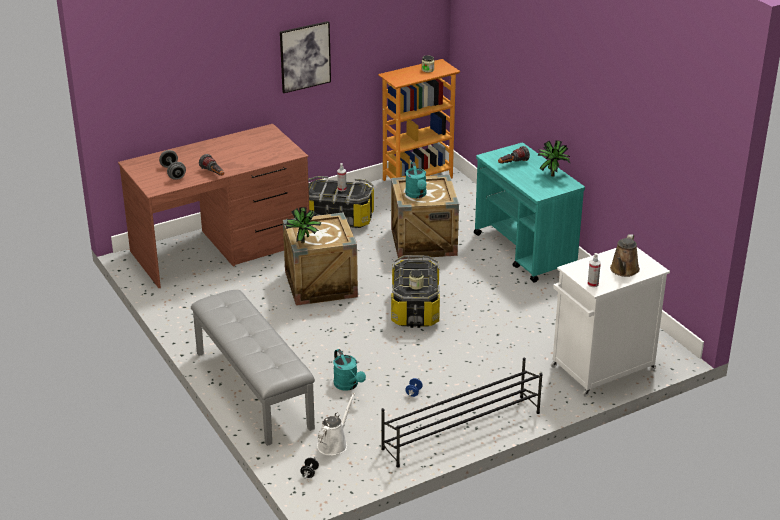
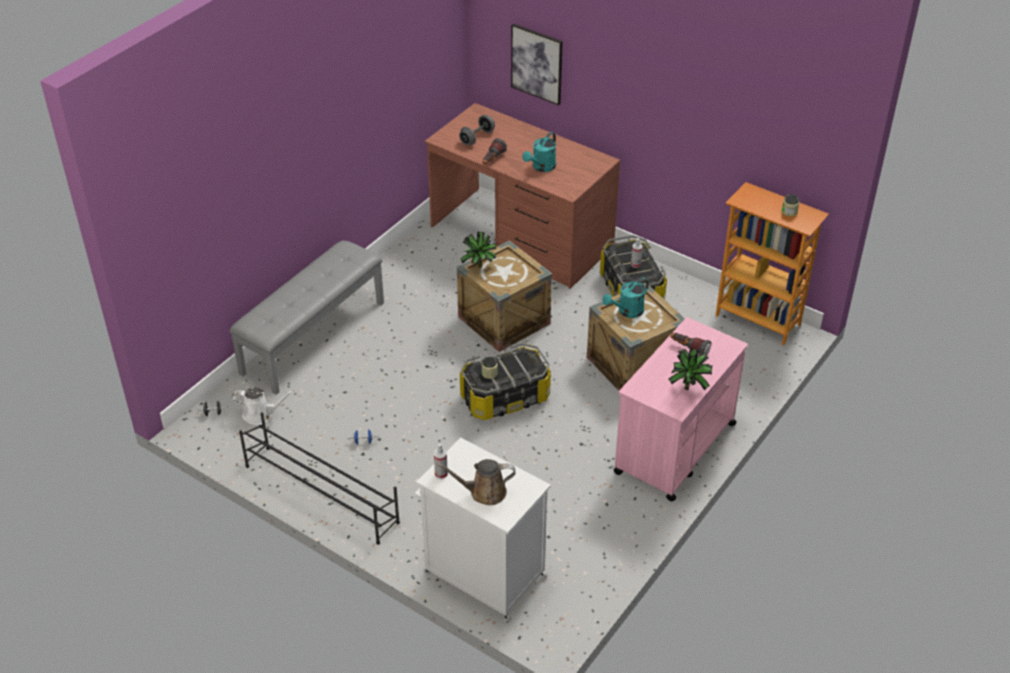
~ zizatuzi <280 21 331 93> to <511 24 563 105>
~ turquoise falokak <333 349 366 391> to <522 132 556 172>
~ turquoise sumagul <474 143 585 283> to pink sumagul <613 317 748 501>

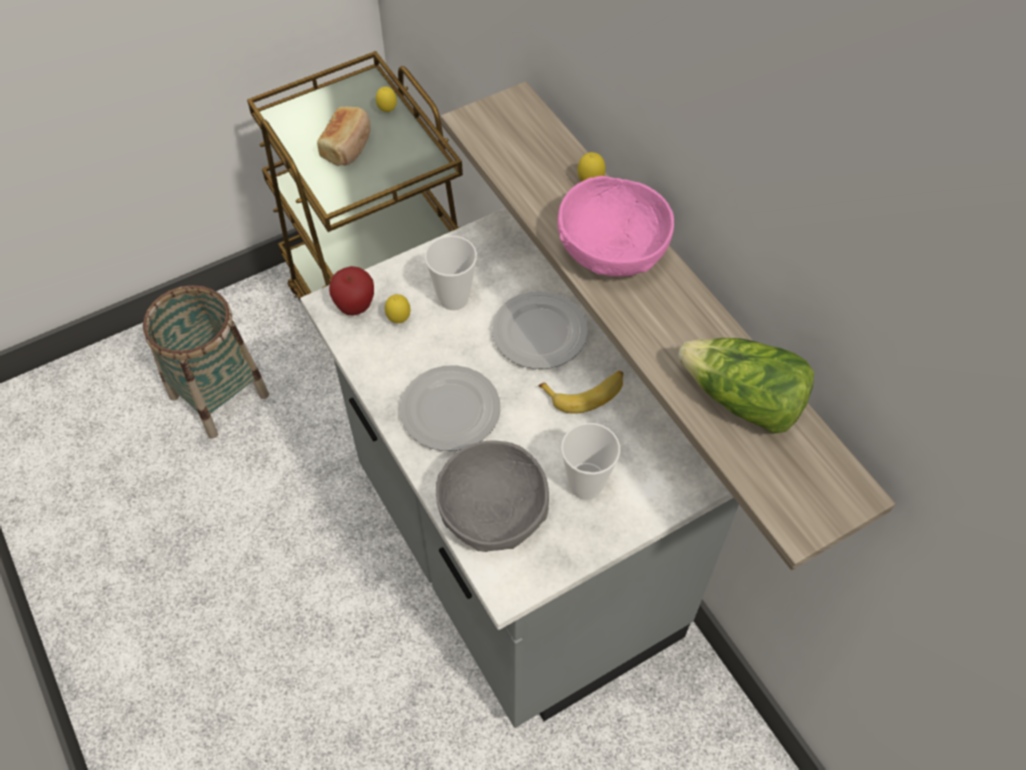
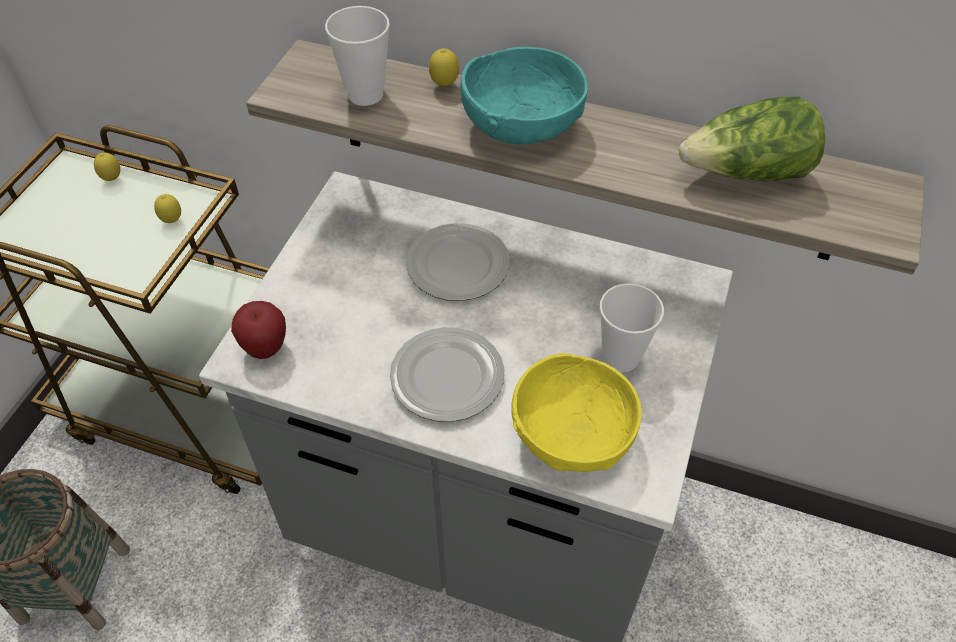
~ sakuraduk <385 294 411 323> to <154 194 181 223>
~ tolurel <424 236 477 310> to <325 6 390 106>
~ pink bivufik <557 176 674 277> to turquoise bivufik <460 47 588 145>
~ grey bivufik <436 440 549 552> to yellow bivufik <511 353 642 472>
- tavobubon <317 107 371 166>
- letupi <539 371 623 414>

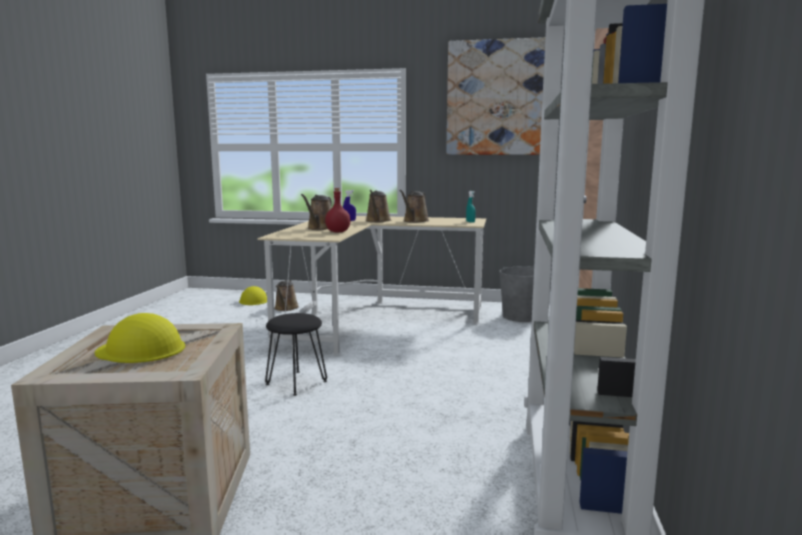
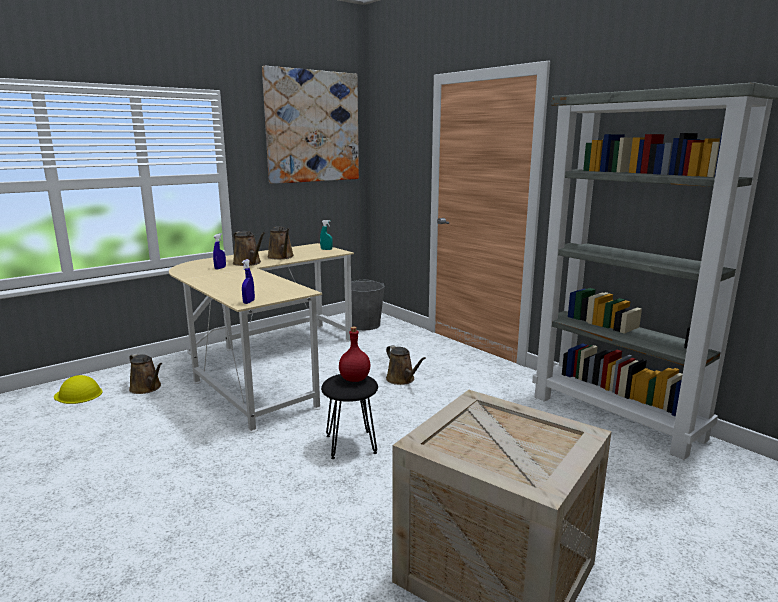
+ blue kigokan <242 259 255 304>
~ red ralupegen <325 188 351 232> to <339 327 370 382>
~ brown falokak <301 194 332 230> to <386 345 426 385>
- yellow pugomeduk <95 313 185 363>

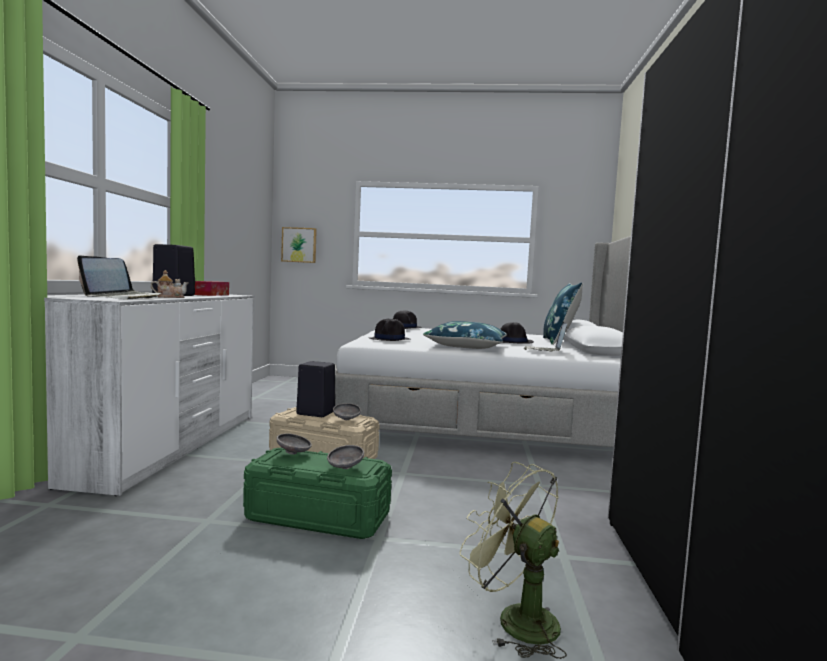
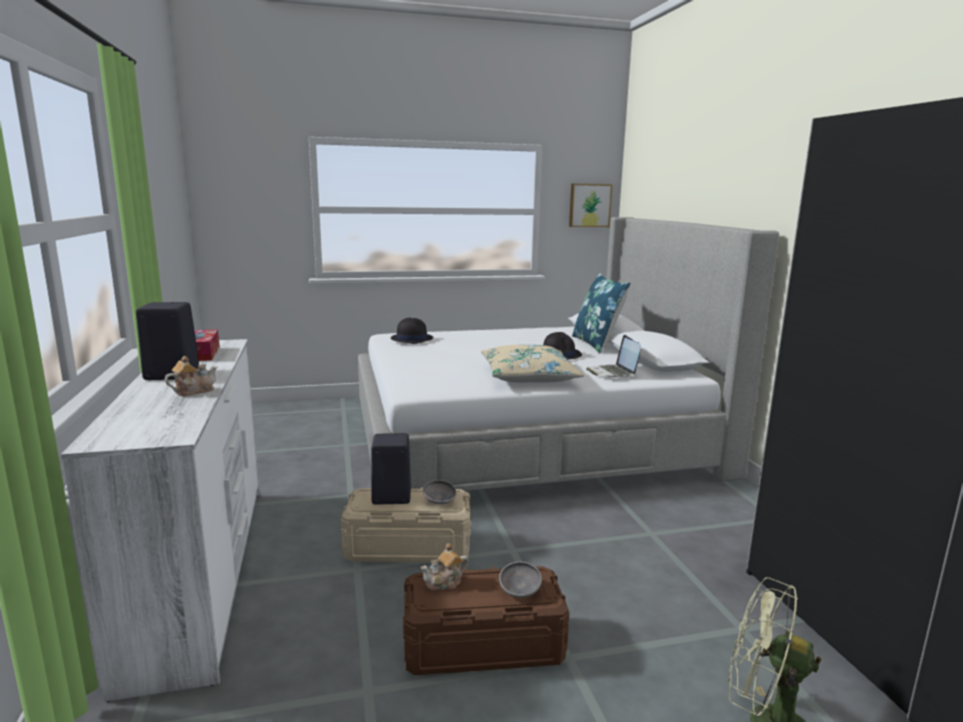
~ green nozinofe <243 447 392 539> to brown nozinofe <403 566 569 675>
~ grey bivufik <276 433 312 455> to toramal <421 543 469 591>
~ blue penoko <423 321 507 349> to beige penoko <481 345 584 383>
~ zizatuzi <281 227 317 263> to <569 184 613 227>
- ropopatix <77 255 161 299>
- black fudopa <368 319 411 341>

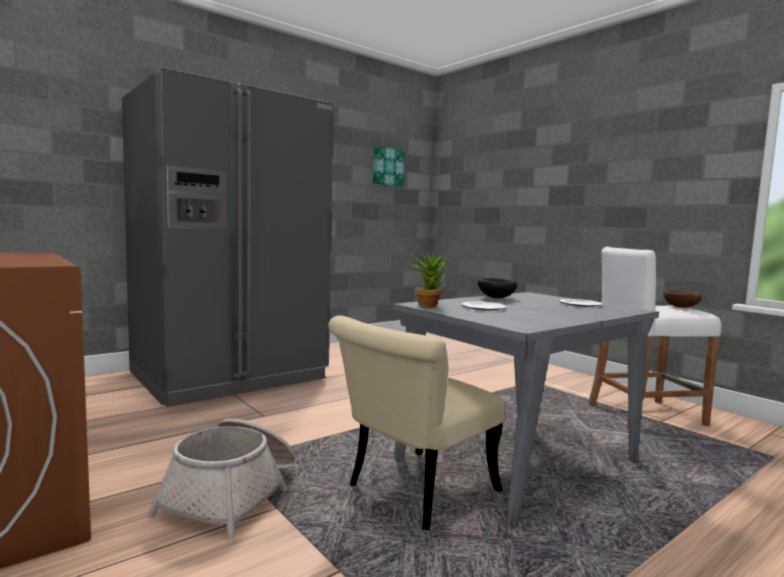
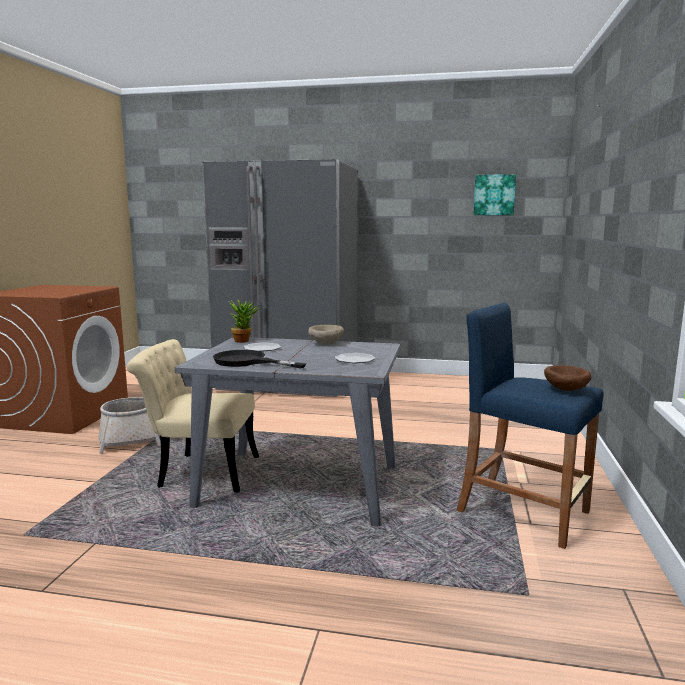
+ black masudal <213 350 306 369>
~ black bivufik <478 278 517 298> to beige bivufik <308 325 344 344>
~ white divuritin <588 247 721 428> to blue divuritin <456 302 604 549>

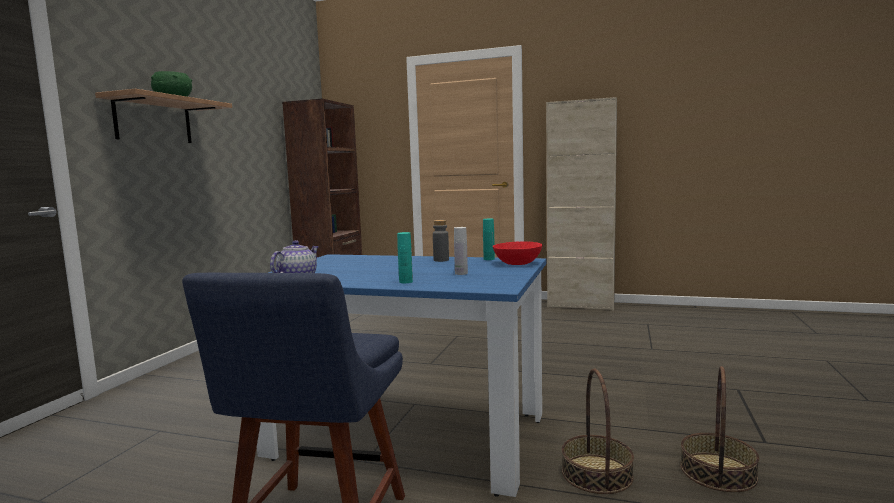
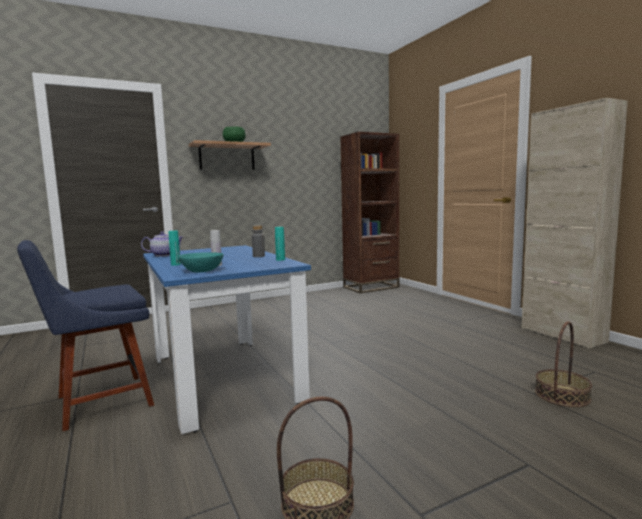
+ turquoise bivufik <178 252 224 272>
~ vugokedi <562 369 634 494> to <535 321 592 407>
- red bivufik <493 241 542 265>

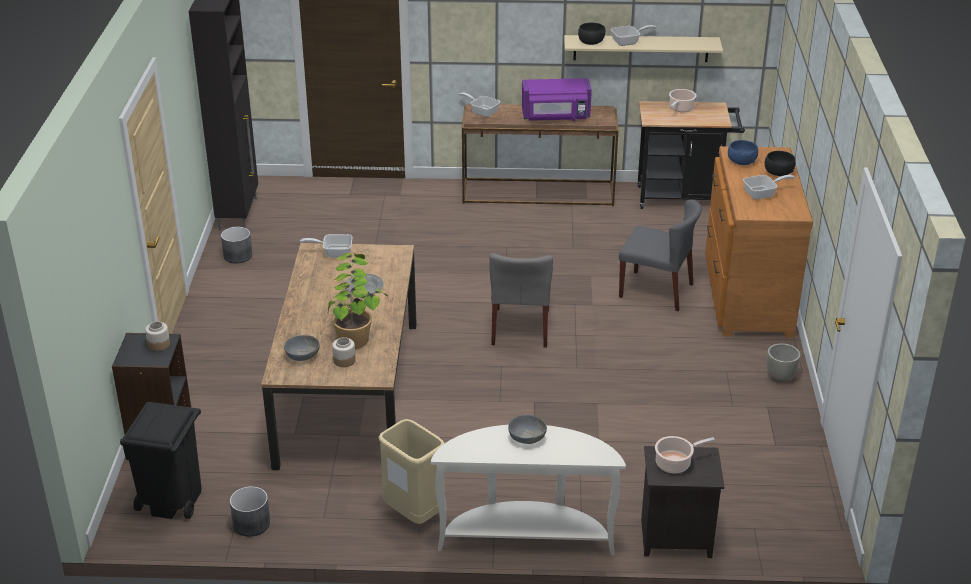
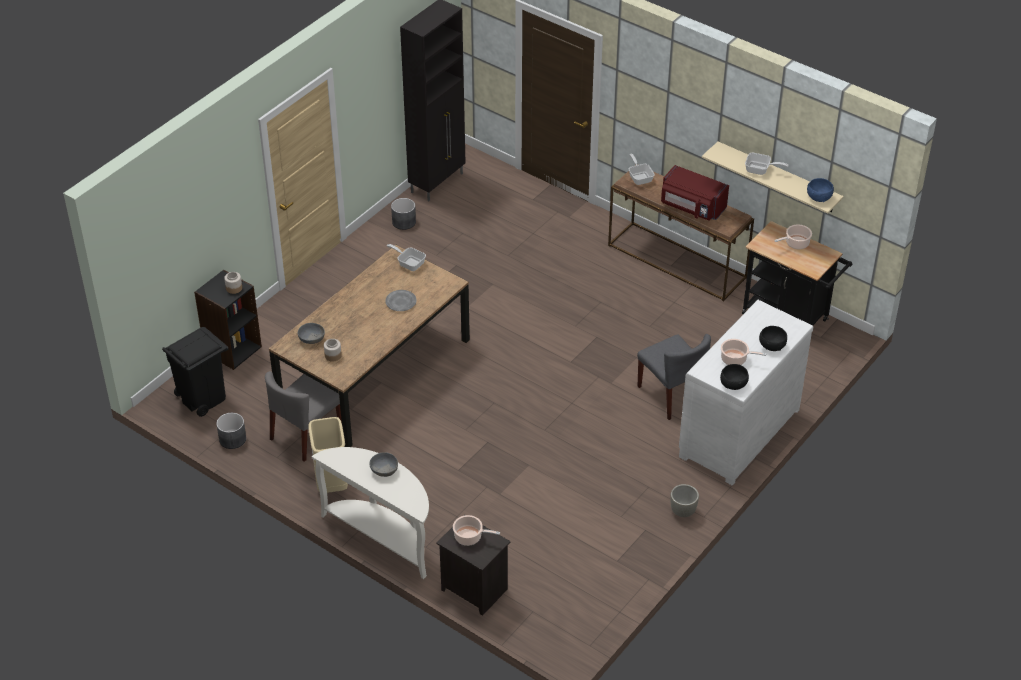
~ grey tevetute <489 253 553 348> to <265 371 342 462>
~ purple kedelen <522 78 592 121> to red kedelen <661 165 729 221>
~ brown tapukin <705 146 813 338> to white tapukin <679 300 813 486>
~ black bivufik <578 22 605 45> to <720 364 749 390>
~ masudal <743 175 794 199> to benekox <721 339 766 365>
~ blue bivufik <728 140 758 165> to <807 178 834 202>
- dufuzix <328 253 388 349>

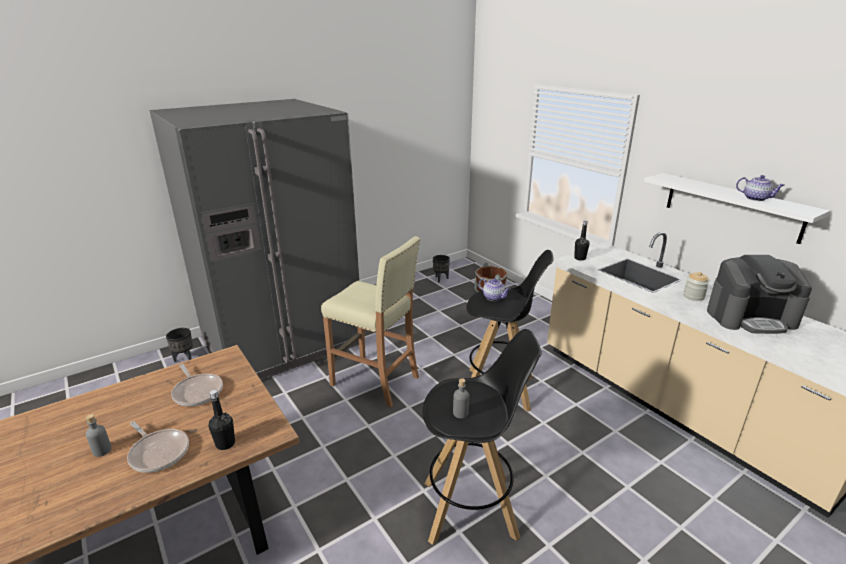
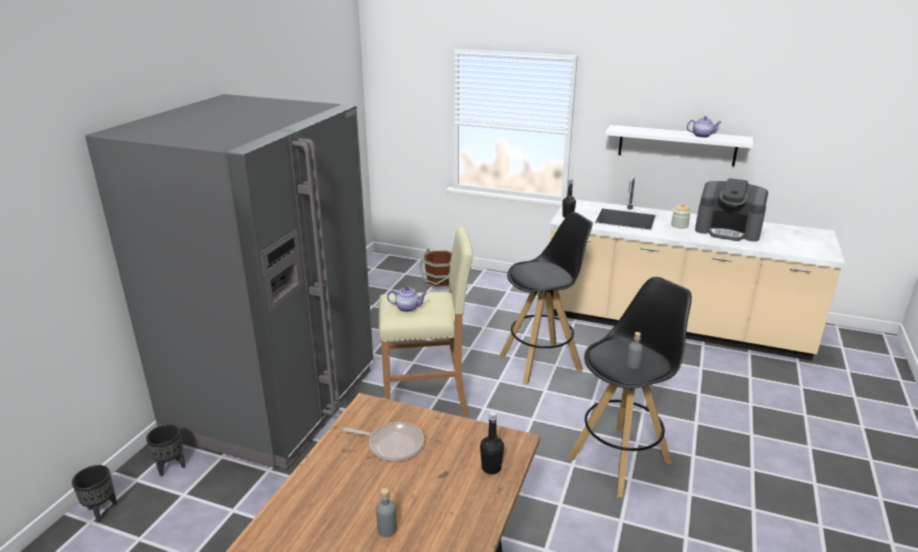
~ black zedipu <433 255 450 282> to <72 465 117 522>
~ toramal <479 278 511 301> to <387 287 427 312>
~ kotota <707 255 812 334> = <695 178 768 242> 60 degrees clockwise
- masudal <127 421 189 473>

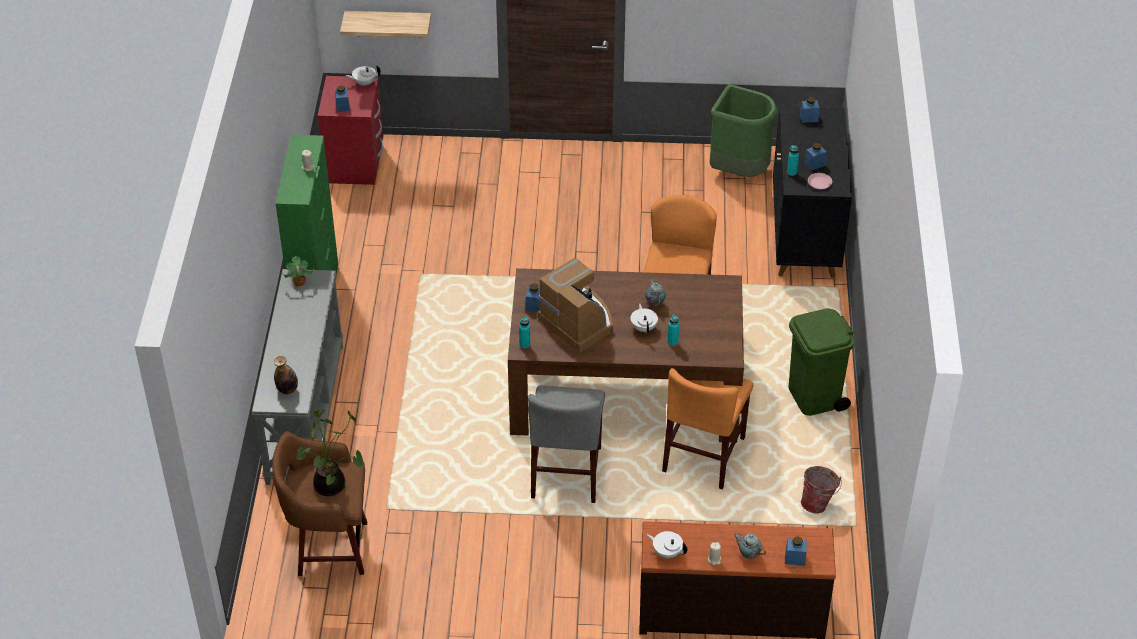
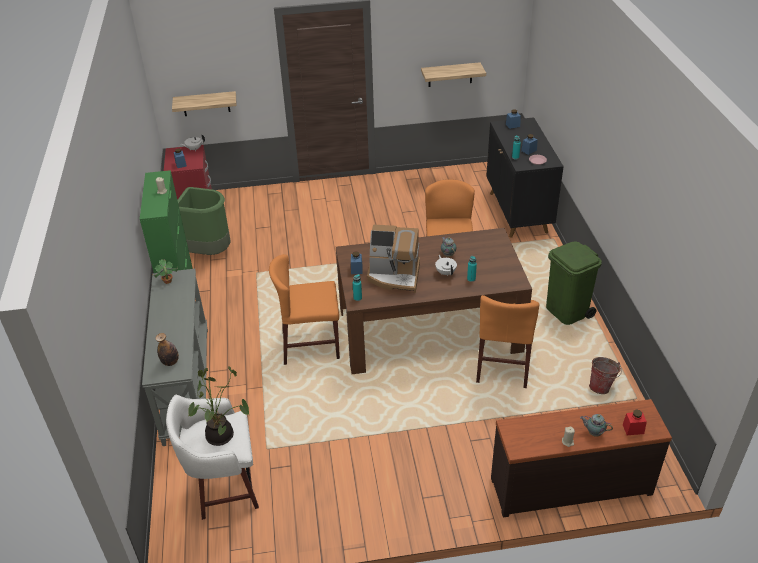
~ brown divuritin <272 431 367 576> to white divuritin <166 395 259 520>
~ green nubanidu <710 85 777 177> to <177 187 230 255>
+ orange tevetute <269 254 340 365>
~ kotota <538 258 613 353> = <367 224 420 293> 150 degrees clockwise
+ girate <421 62 486 87>
~ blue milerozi <785 536 807 566> to red milerozi <623 409 647 435>
- grey tevetute <528 386 605 503>
- white toramal <647 531 688 558>

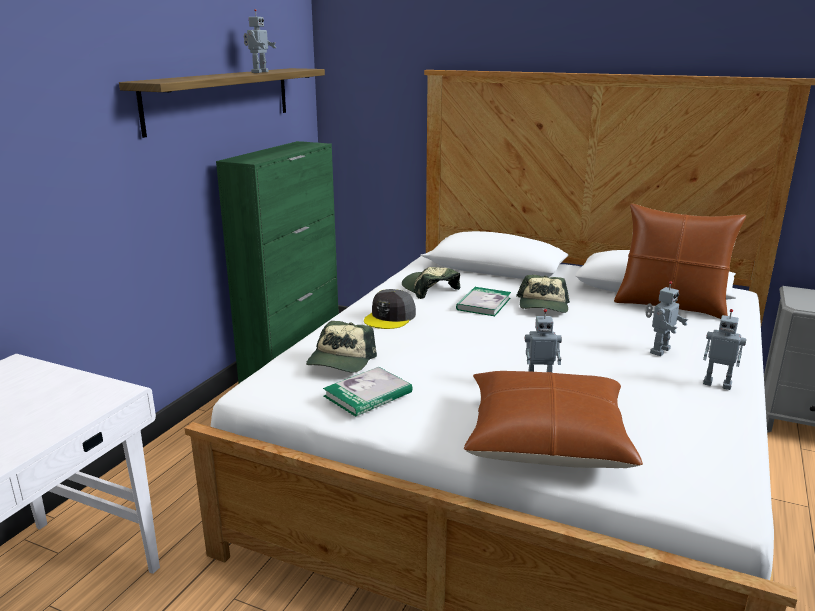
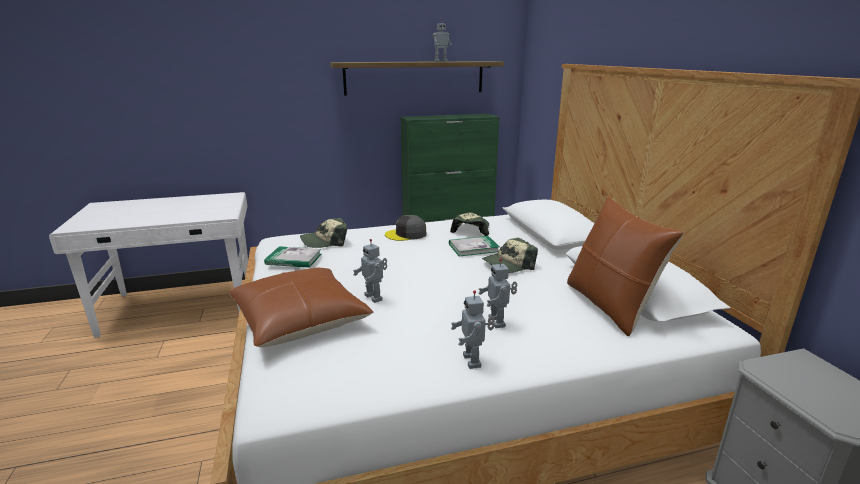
~ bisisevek <646 281 688 356> = <478 258 517 328> 75 degrees clockwise

